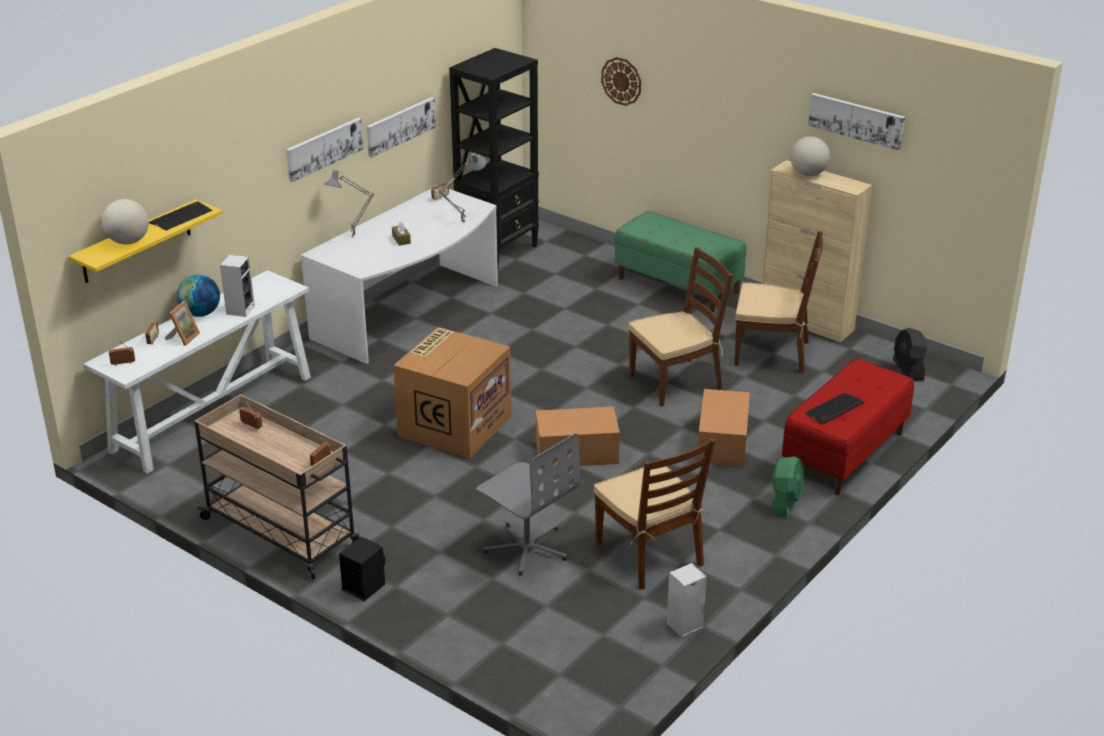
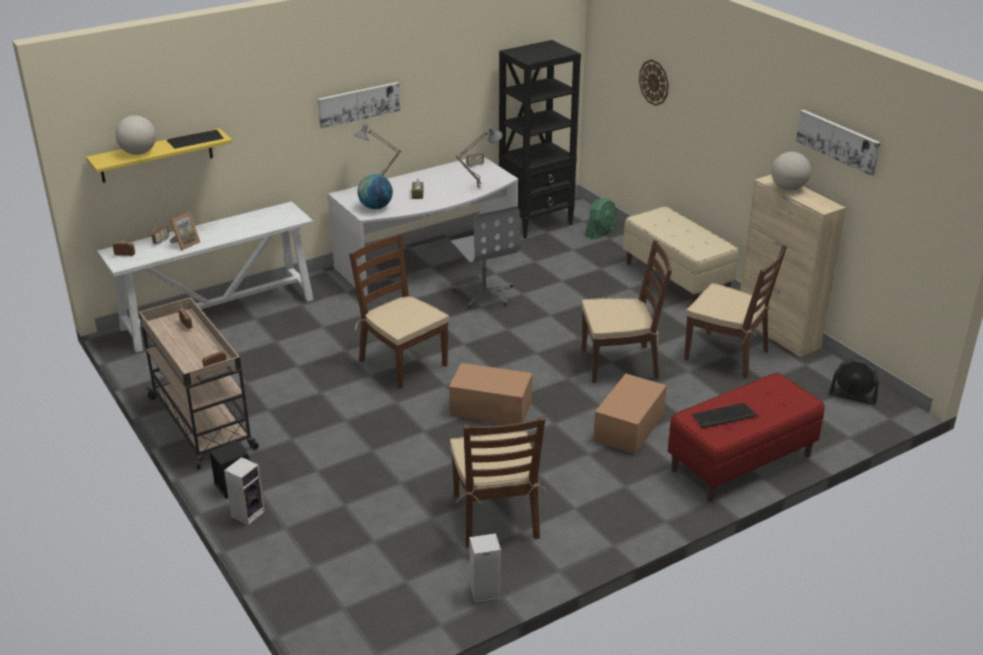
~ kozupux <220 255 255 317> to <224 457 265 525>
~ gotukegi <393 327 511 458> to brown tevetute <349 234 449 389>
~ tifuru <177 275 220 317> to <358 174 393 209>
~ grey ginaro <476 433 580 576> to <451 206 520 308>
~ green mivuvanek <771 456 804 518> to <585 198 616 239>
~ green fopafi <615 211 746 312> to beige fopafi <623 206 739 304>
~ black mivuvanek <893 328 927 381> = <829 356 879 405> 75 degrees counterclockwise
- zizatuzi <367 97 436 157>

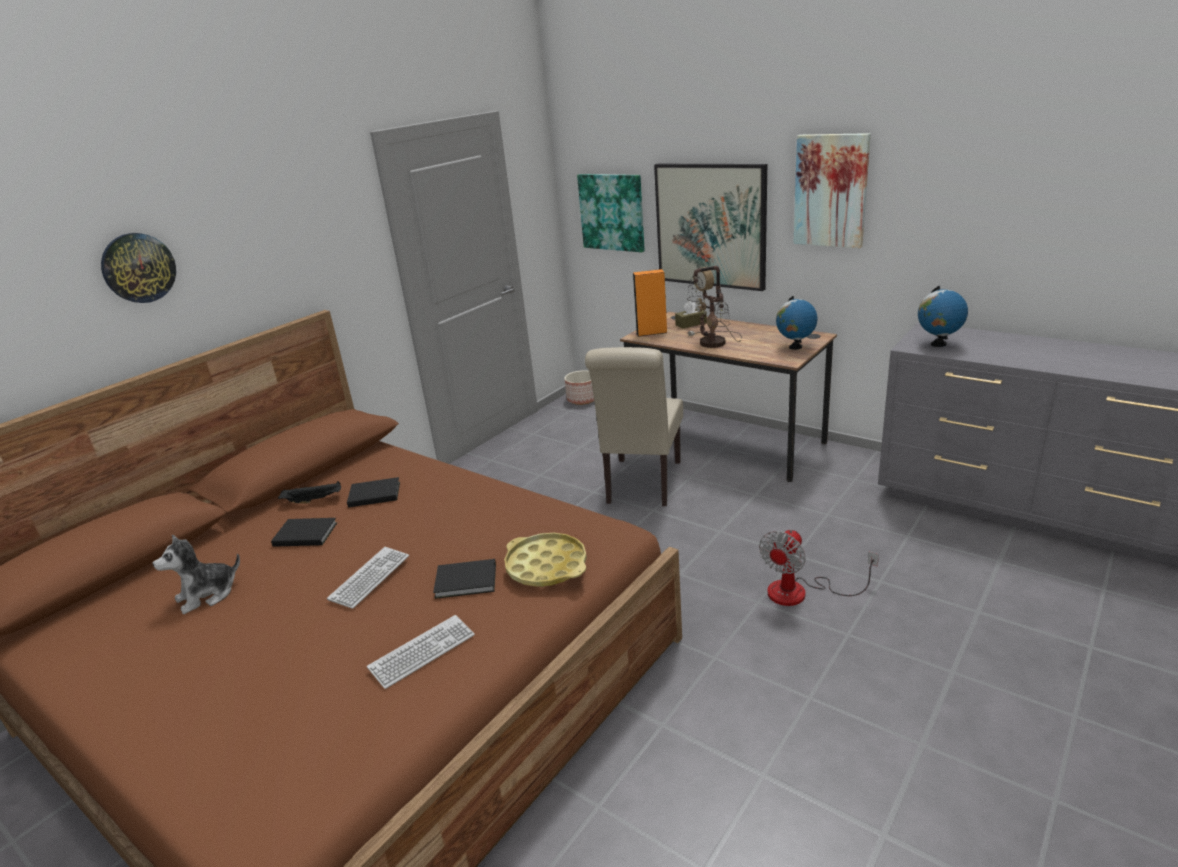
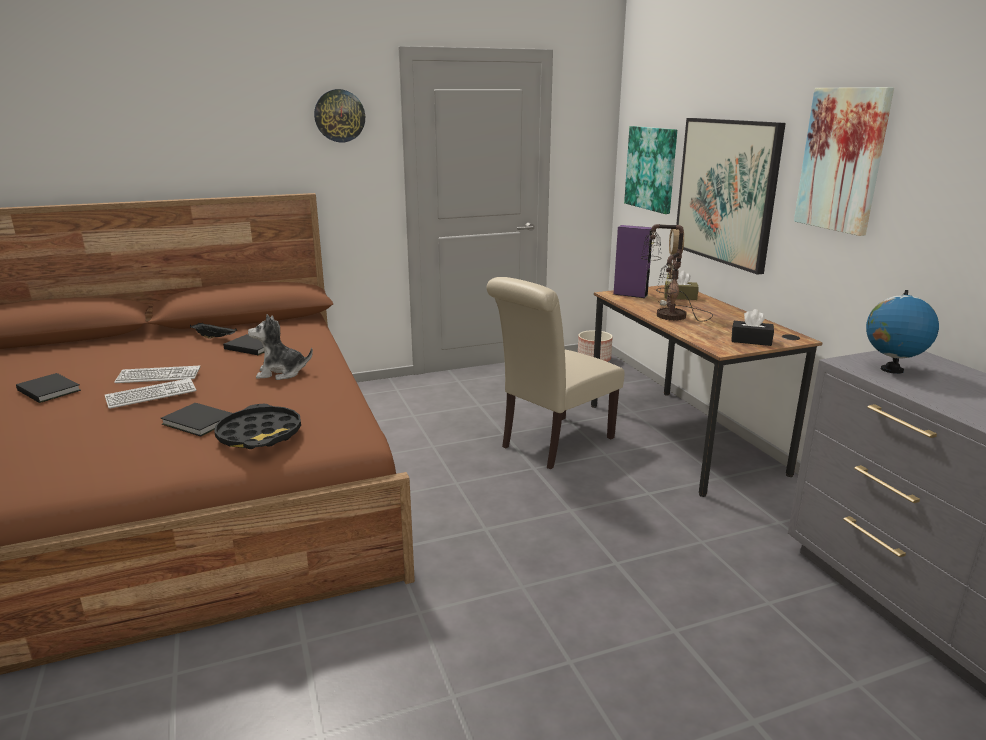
~ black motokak <271 518 337 547> to <16 373 81 403>
~ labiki <367 615 475 689> to <114 366 200 383>
~ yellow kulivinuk <504 533 587 587> to black kulivinuk <214 404 301 449>
~ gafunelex <153 535 240 614> to <248 314 313 380>
~ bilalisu <101 233 176 303> to <314 89 365 142>
~ orange kozupux <633 269 667 337> to purple kozupux <613 225 652 298>
~ tifuru <776 296 818 350> to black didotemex <731 309 774 346>
- mivuvanek <759 529 879 606>

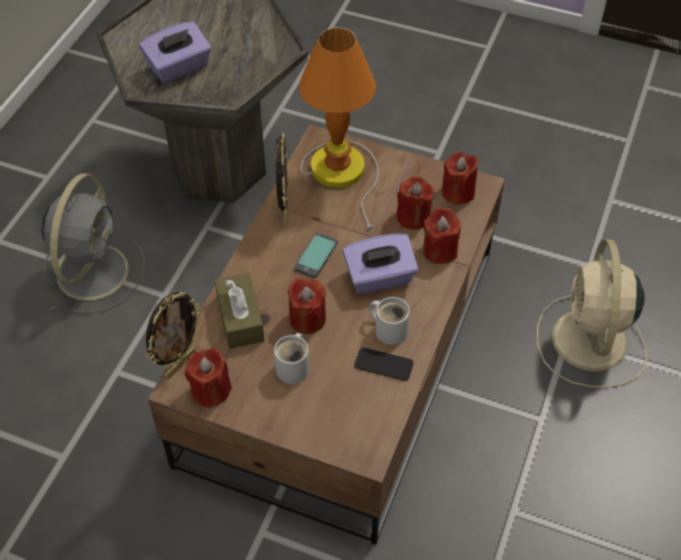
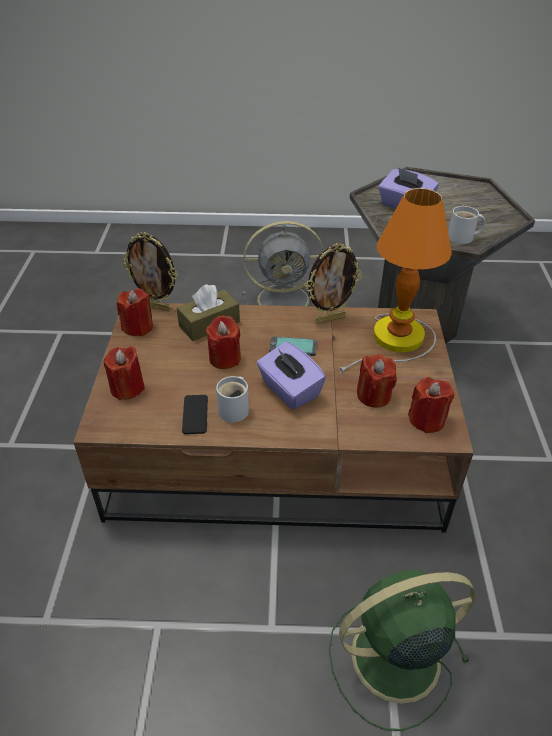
~ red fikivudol <423 207 460 264> to <104 346 145 400>
~ beige mivuvanek <537 239 647 387> to green mivuvanek <329 570 476 731>
~ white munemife <274 333 309 384> to <448 206 486 244>

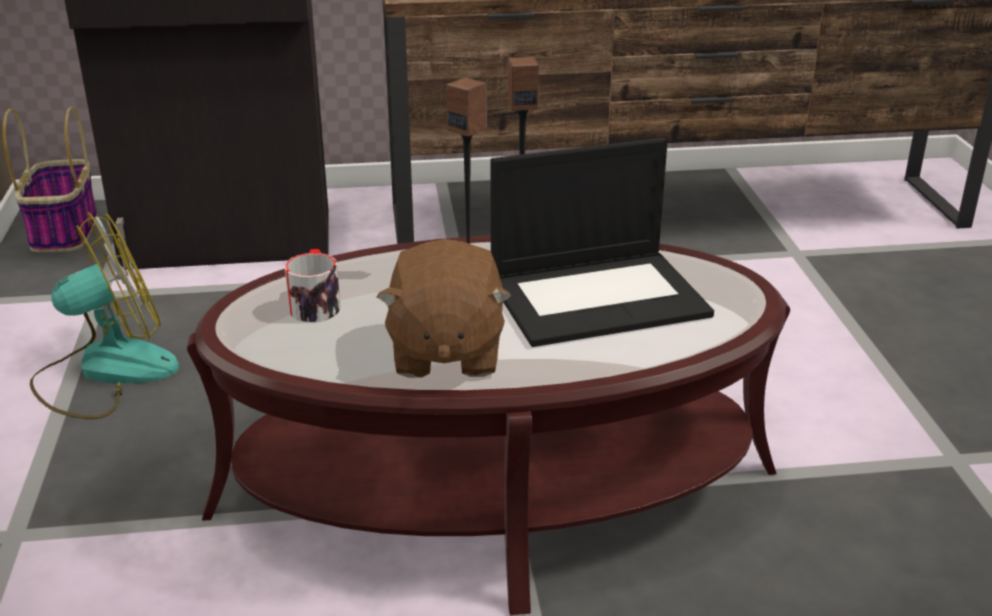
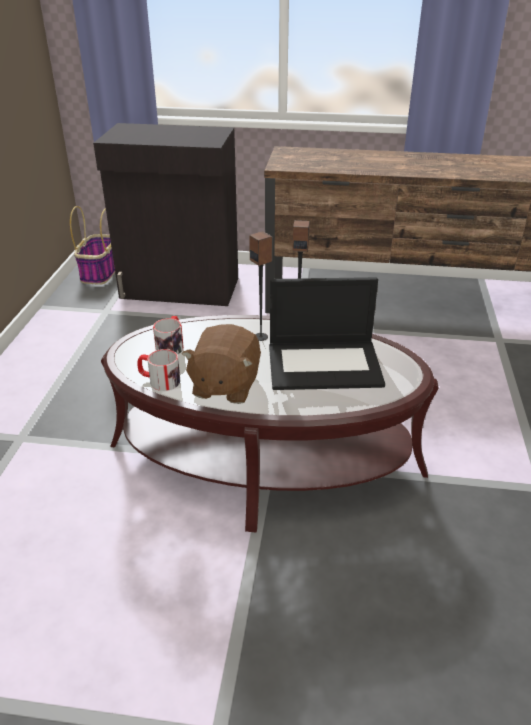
+ munemife <138 349 180 391>
- mivuvanek <30 212 179 419>

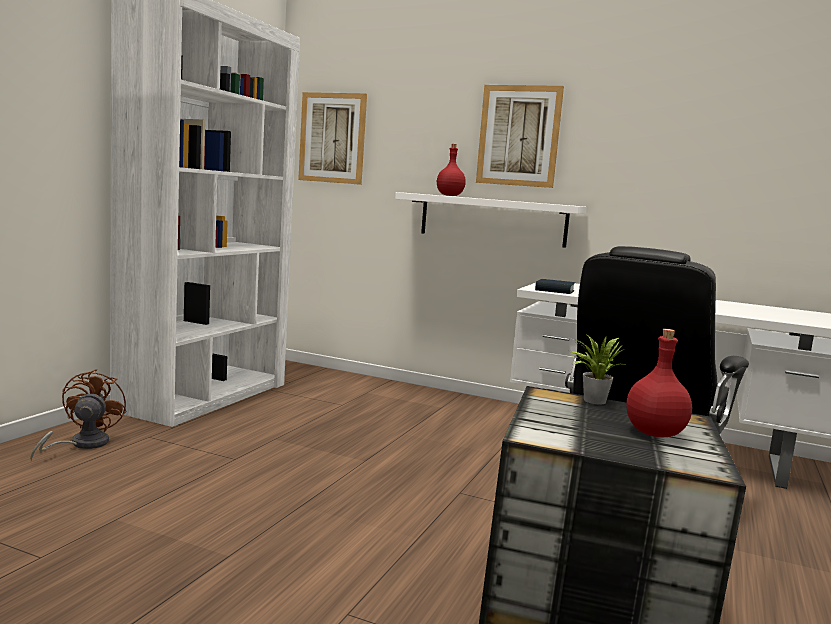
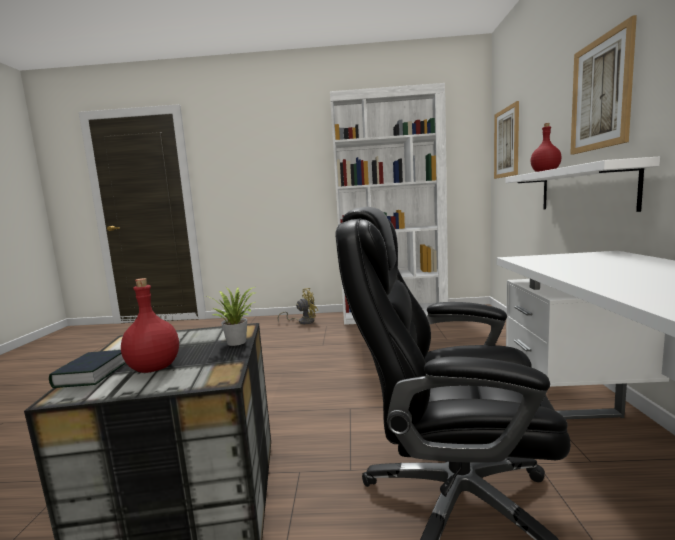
~ motokak <535 279 575 294> to <49 350 126 388>
~ brown mivuvanek <30 369 127 461> to yellow mivuvanek <277 288 318 324>

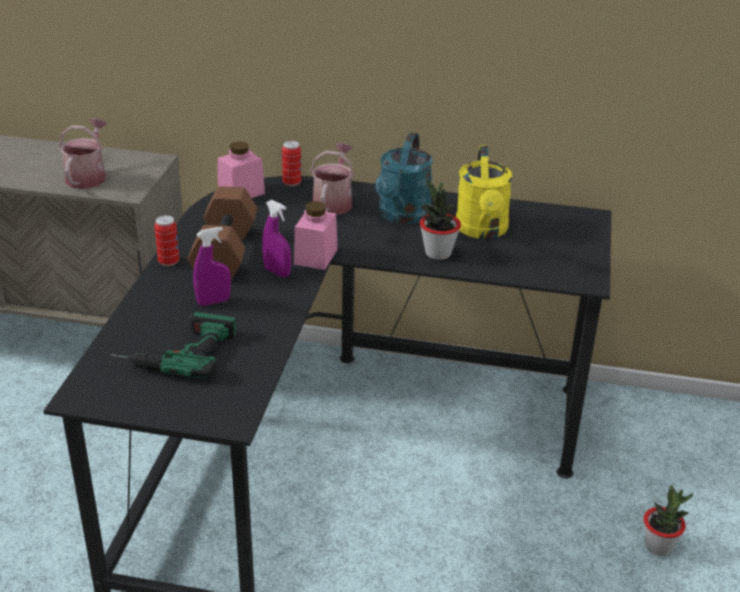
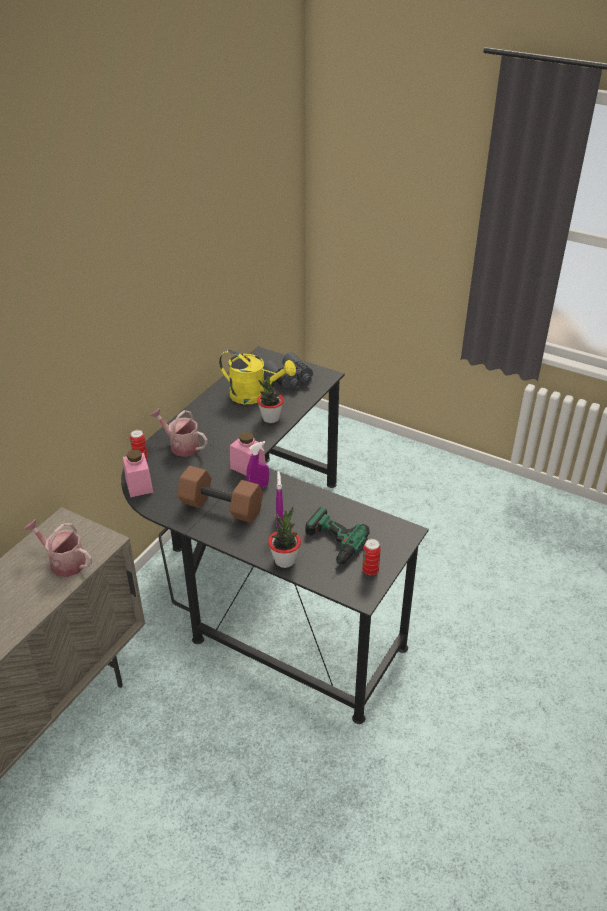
+ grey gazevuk <263 352 313 388>
~ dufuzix <644 485 693 556> to <268 507 301 568>
~ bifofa <154 215 179 266> to <362 539 381 575>
- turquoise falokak <375 133 433 224>

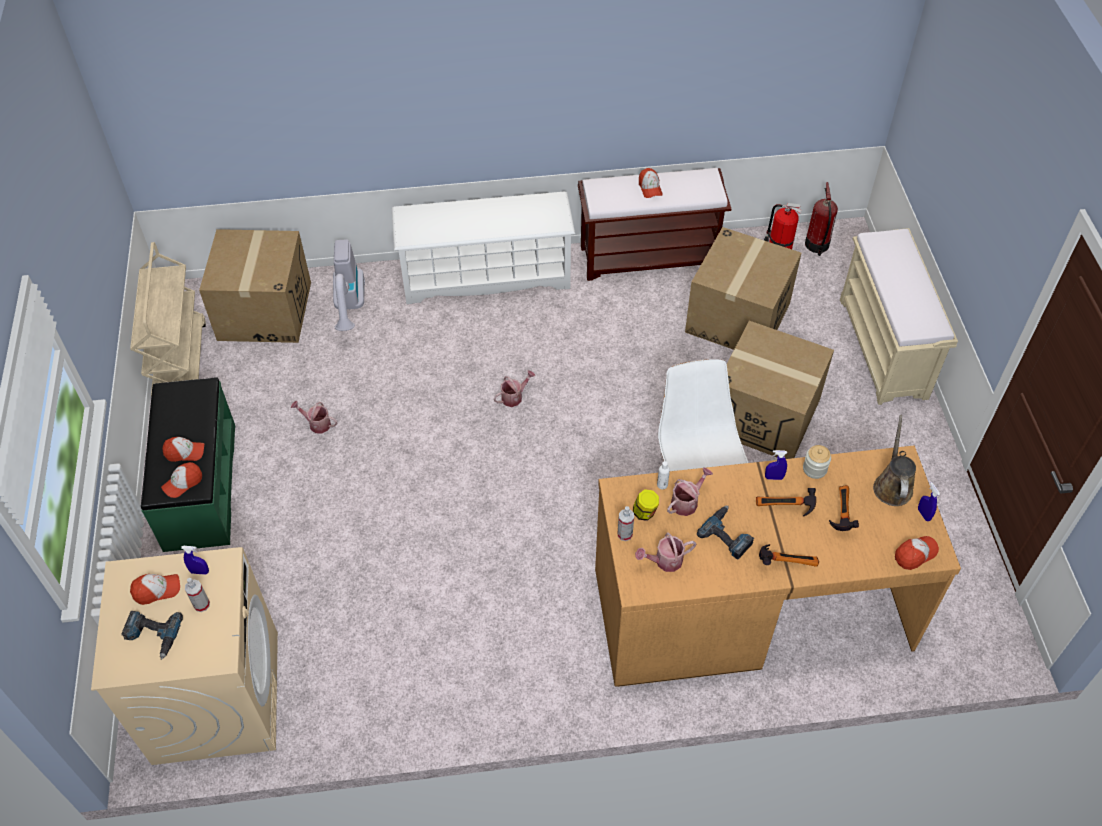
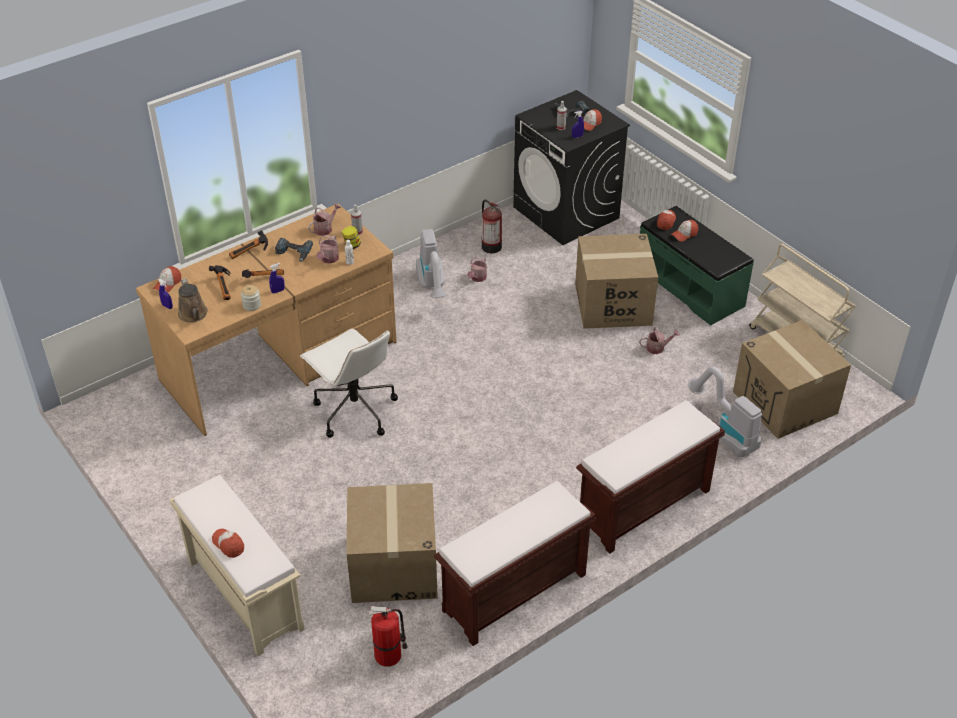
~ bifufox <639 168 663 198> to <212 529 244 558>
+ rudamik <416 229 447 298>
~ falokak <494 370 536 407> to <467 257 487 282>
~ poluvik <805 182 838 256> to <482 199 502 253>
~ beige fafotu <91 547 278 765> to black fafotu <513 90 630 245>
~ gotukegi <727 321 834 459> to <575 234 658 329>
~ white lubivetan <392 191 575 304> to brown fopafi <576 400 725 554>

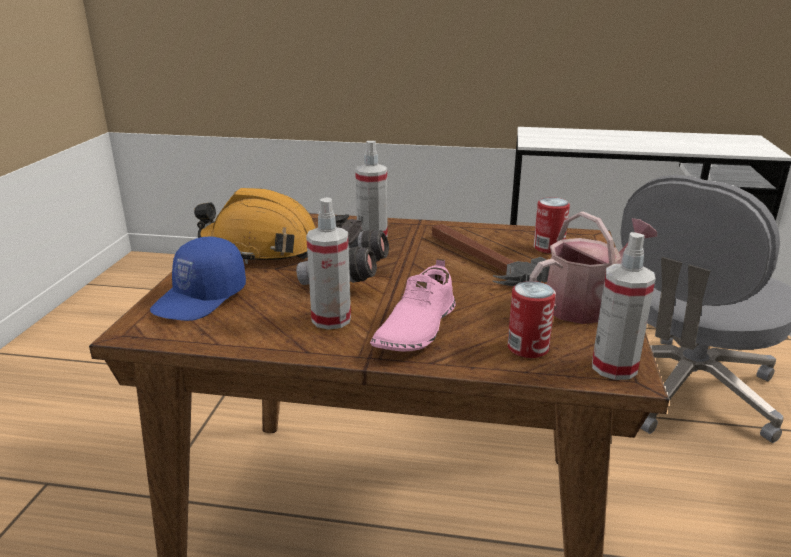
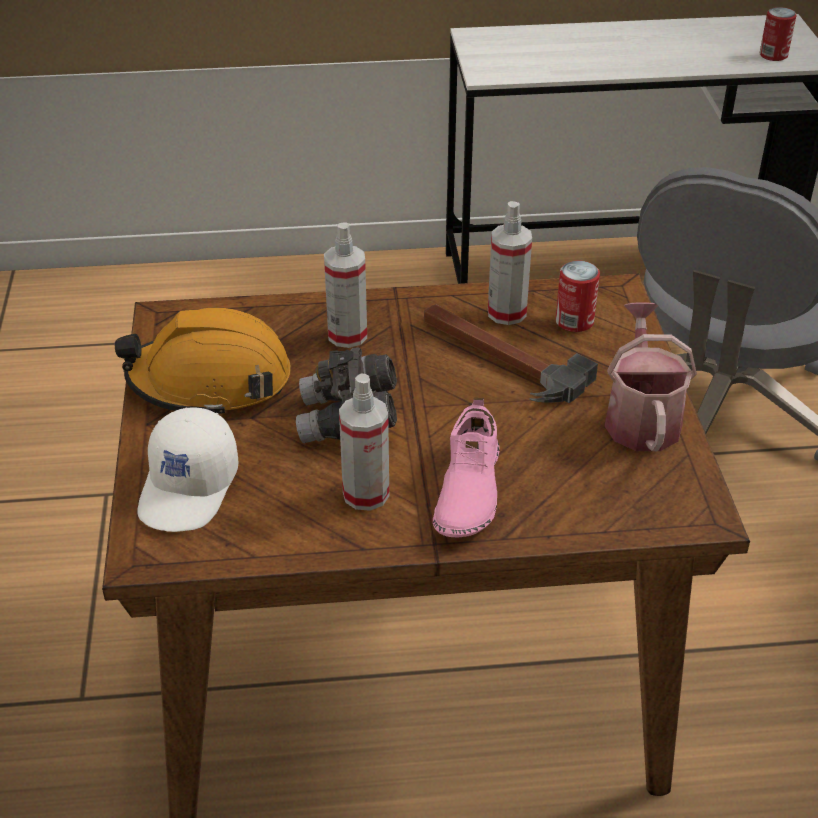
~ blue bifufox <150 236 246 321> to white bifufox <137 407 238 532>
~ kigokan <592 232 656 380> to <488 201 532 325>
~ falokak <529 211 657 324> = <604 302 697 451> 45 degrees counterclockwise
~ bifofa <508 281 556 358> to <760 7 797 61>

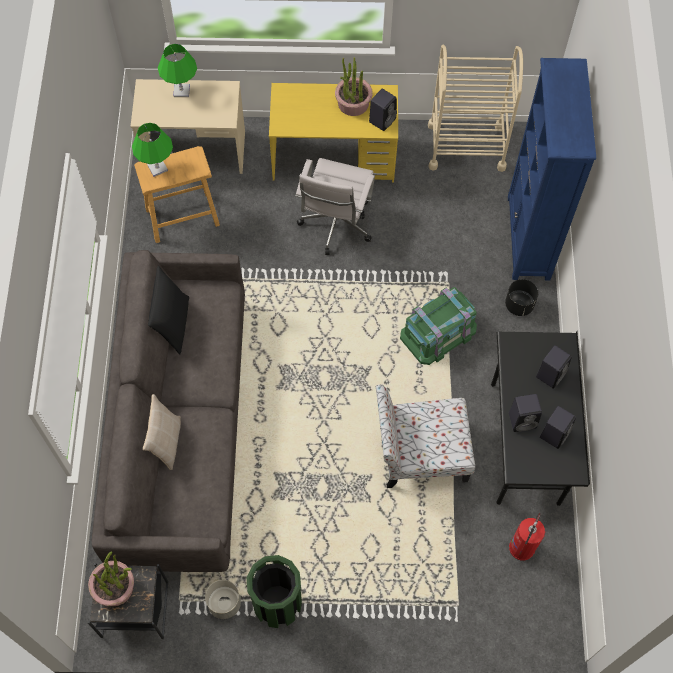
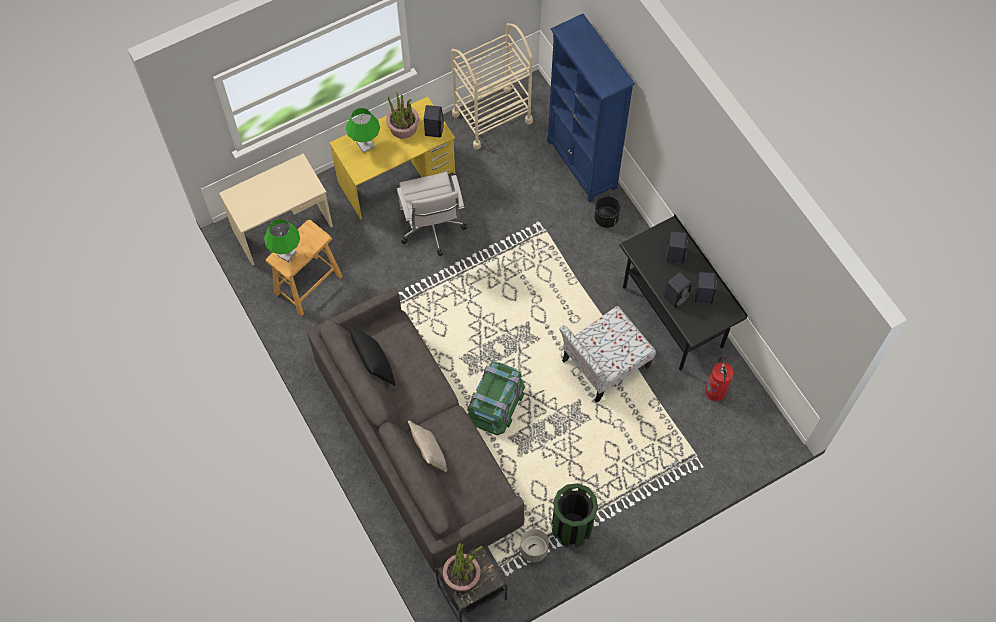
~ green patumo <158 44 197 97> to <346 108 380 153>
~ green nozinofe <400 287 477 365> to <467 361 525 435>

